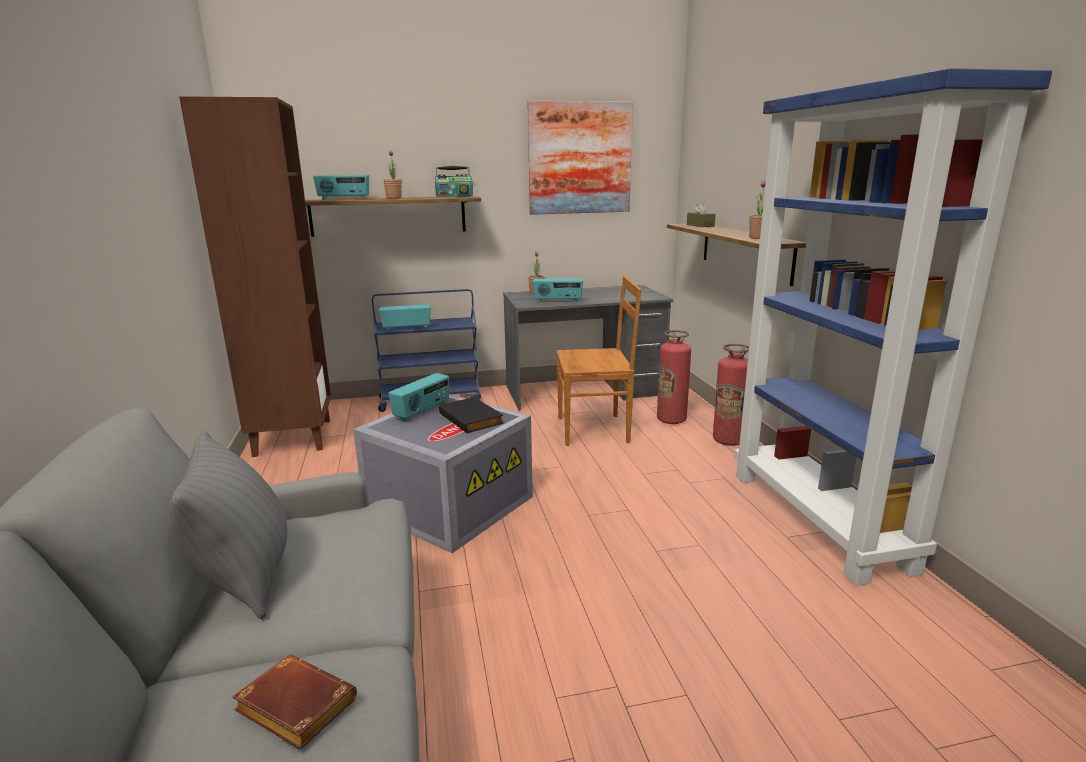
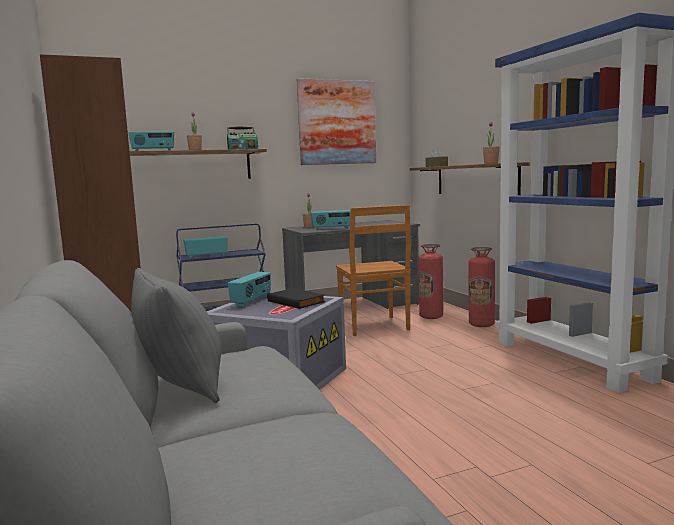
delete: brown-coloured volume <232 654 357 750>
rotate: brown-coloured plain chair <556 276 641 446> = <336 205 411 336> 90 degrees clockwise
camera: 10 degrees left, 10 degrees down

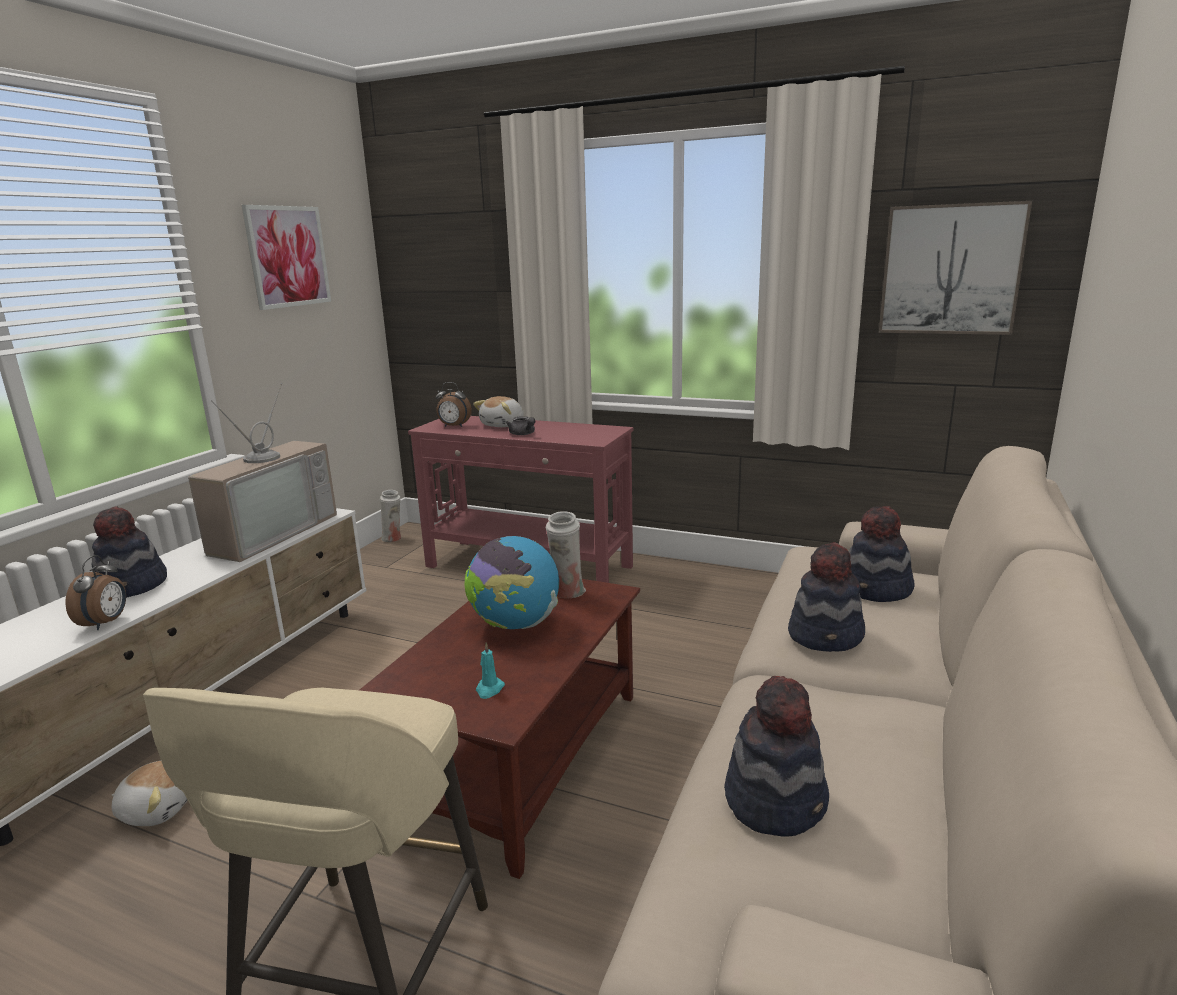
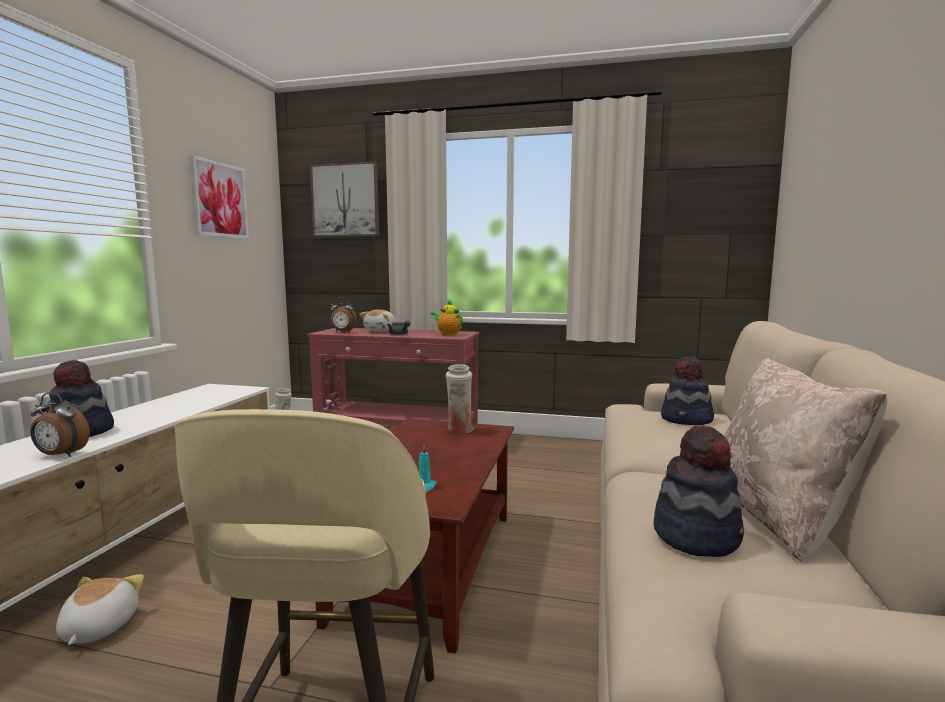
delete: TV set <188 383 337 562>; globe <465 536 559 629>; hat <788 542 865 652>
insert: teapot <431 300 463 336>; beige throw pillow <724 358 888 562>
move: wall art <879 201 1032 335> to <310 161 379 237>
rotate: table clock <65 555 126 630> = <30 393 90 457> 105 degrees clockwise; cuddly toy <112 761 188 826> = <56 574 144 645> 90 degrees counterclockwise
camera: 10 degrees left, 10 degrees down

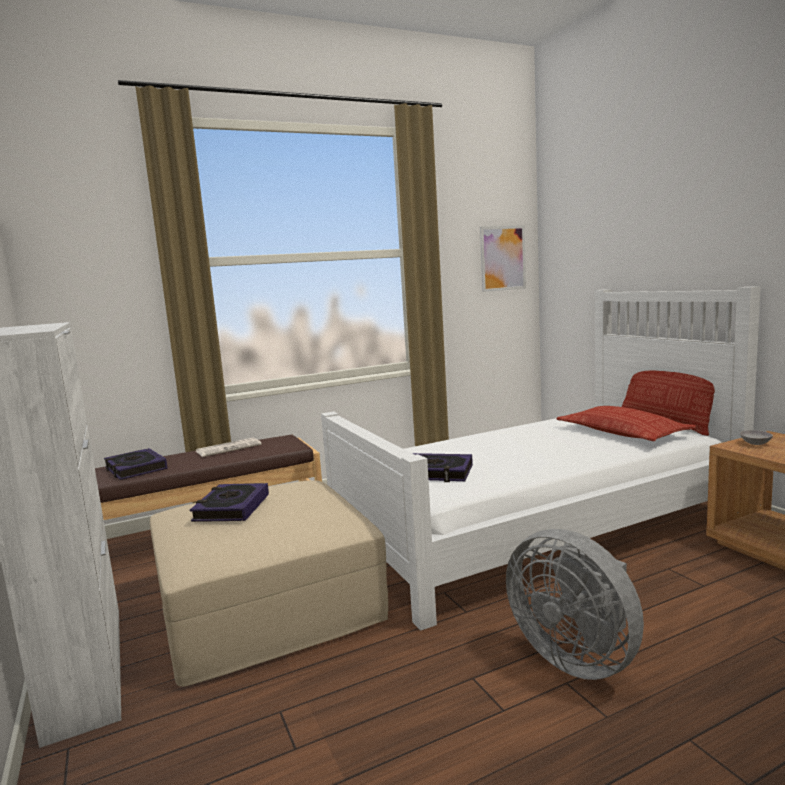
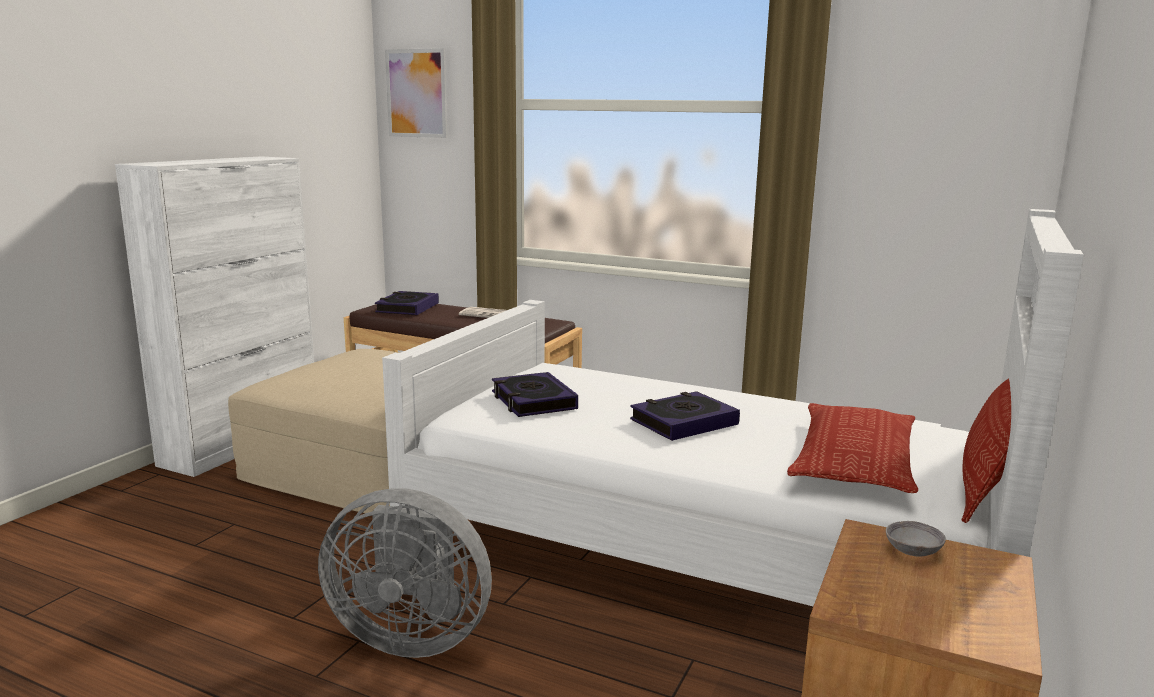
move: volume <190 483 269 522> to <630 391 740 441>; wall art <480 225 526 292> to <385 48 447 138>
rotate: greyish fan <506 529 644 680> = <318 488 492 658> 90 degrees counterclockwise
camera: 50 degrees right, 5 degrees up

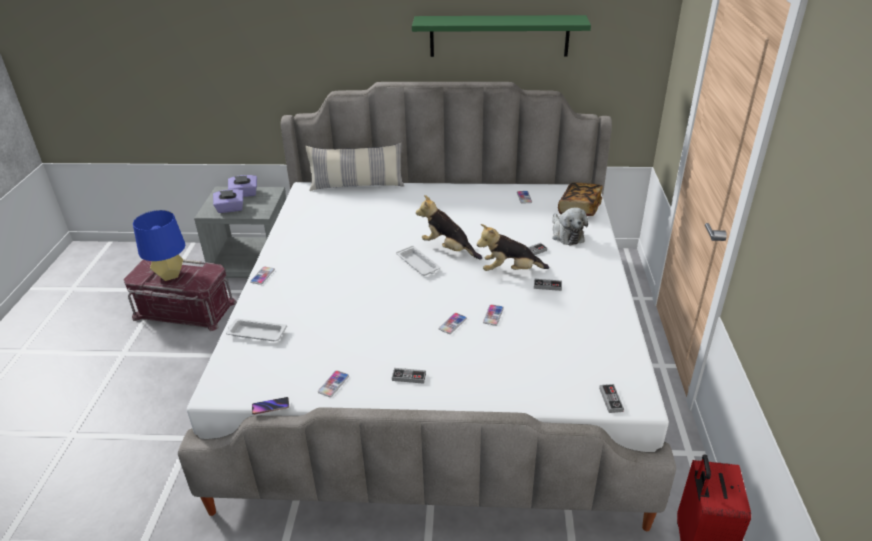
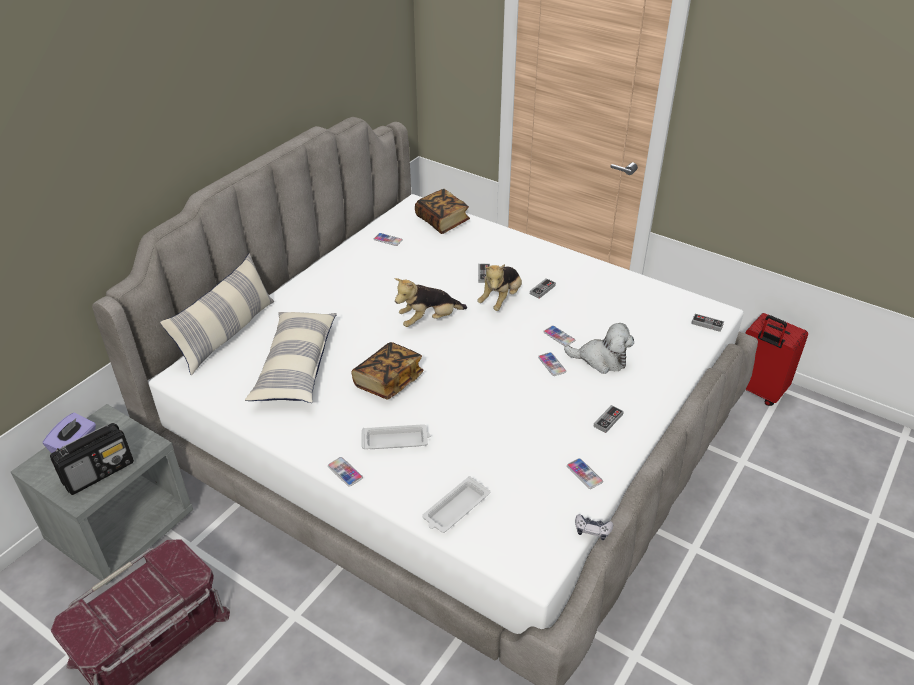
delete: blue lamp for a table <133 210 185 281>; green bracket shelf <412 15 591 57>
insert: throw pillow <245 312 337 403>; volume <351 342 423 399>
move: white-coloured serving tray <396 245 440 276> to <362 424 431 449>; cuddly toy <552 207 588 246> to <564 323 634 374>
replace: purple tissue box <213 189 243 213> to radio receiver <50 423 134 495>; telephone <252 397 289 415> to joypad <575 514 613 540>
camera: 60 degrees left, 5 degrees up

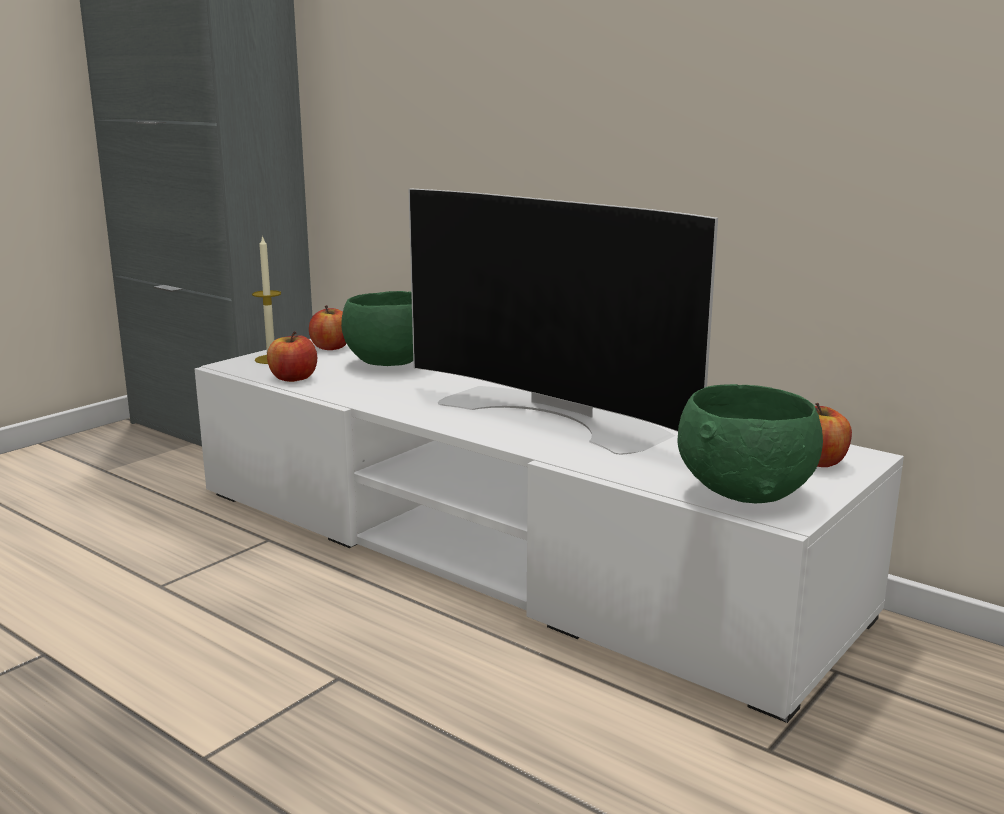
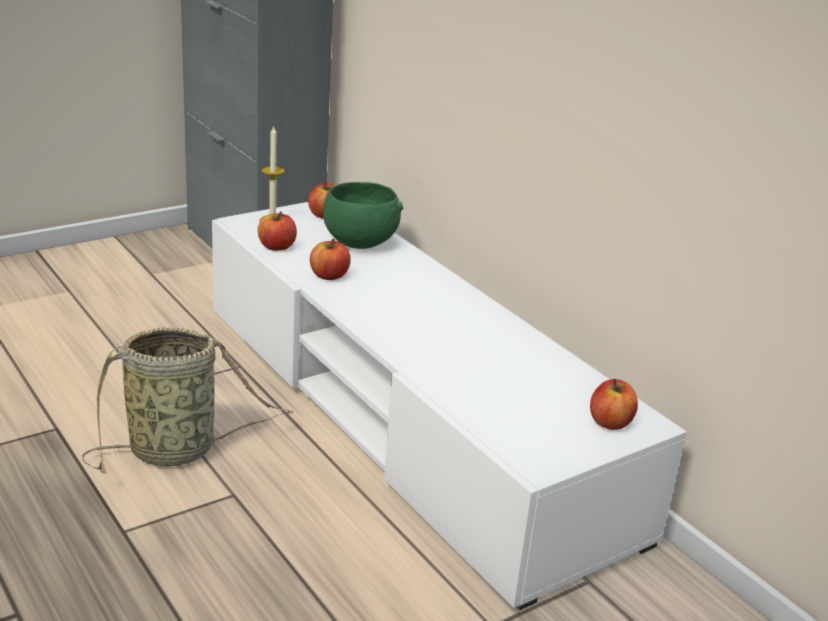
delete: TV set <409 188 718 455>; green serving bowl <677 384 823 503>
insert: household basket <82 327 294 474>; apple fruit <310 239 351 280>
camera: 15 degrees right, 10 degrees up

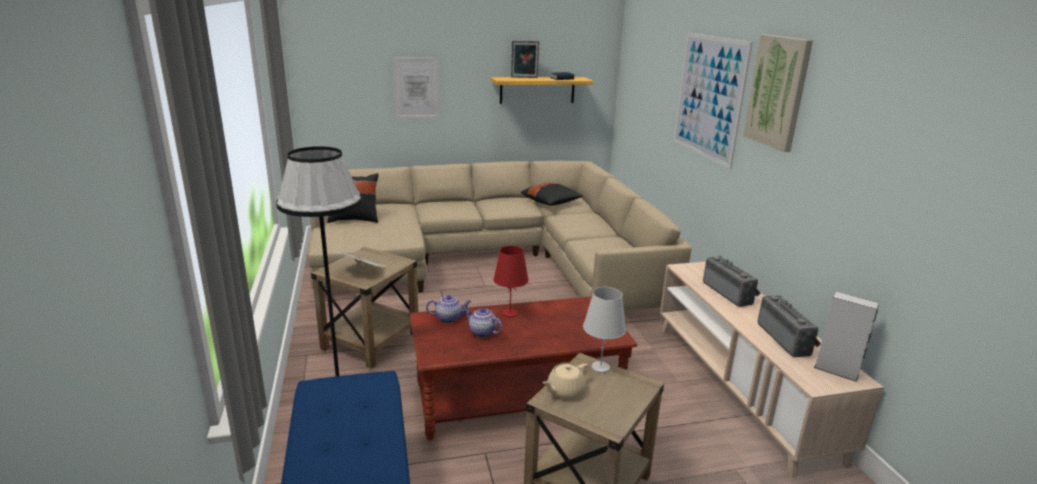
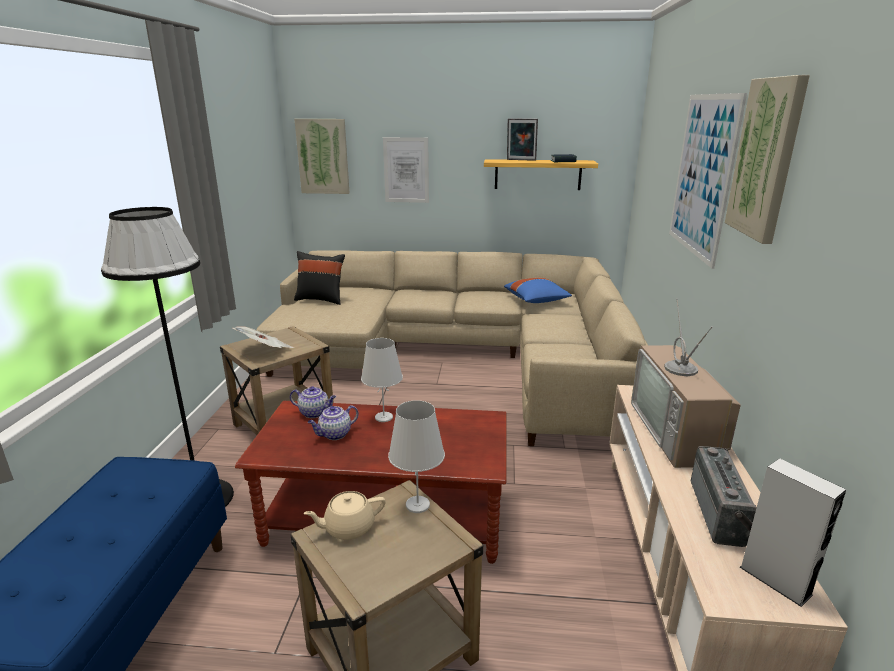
insert: wall art <294 119 349 194>
replace: radio receiver <703 256 761 307> to TV set <631 298 741 468>
recolor: red lamp for a table <493 246 529 317> to white-coloured lamp for a table <361 338 403 422>; black throw pillow <521 182 583 206> to blue throw pillow <504 278 572 303>
rotate: teapot <465 308 502 338> = <308 405 359 440> 90 degrees counterclockwise
camera: 20 degrees right, 0 degrees up

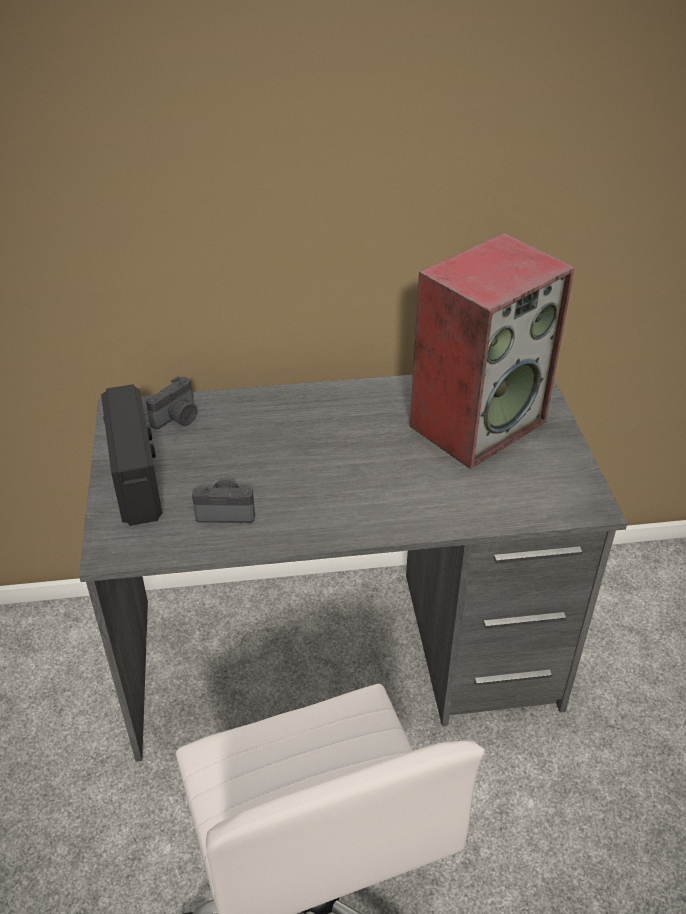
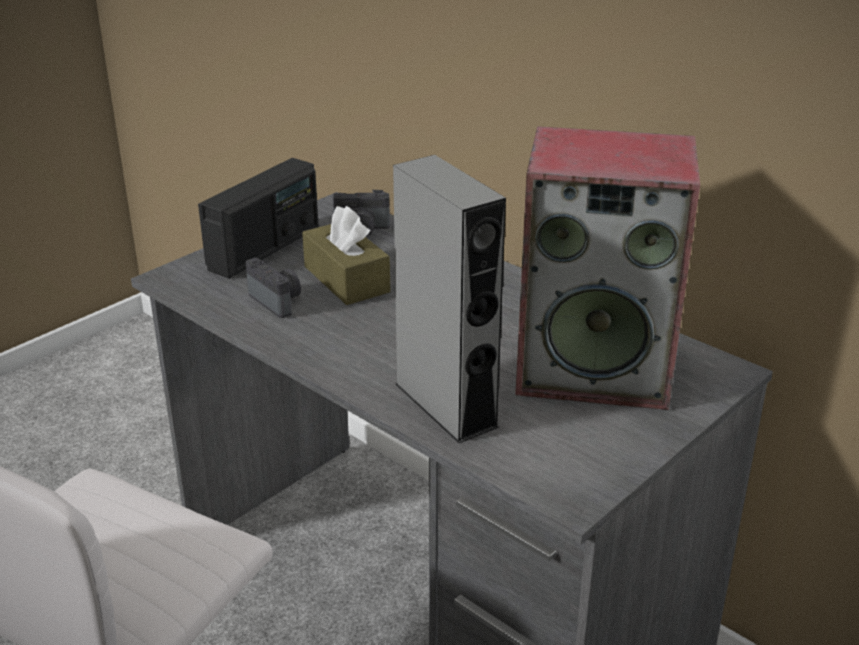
insert: brown-coloured tissue box <302 206 390 305>; greyish loudspeaker <393 155 506 443>
camera: 50 degrees right, 10 degrees down

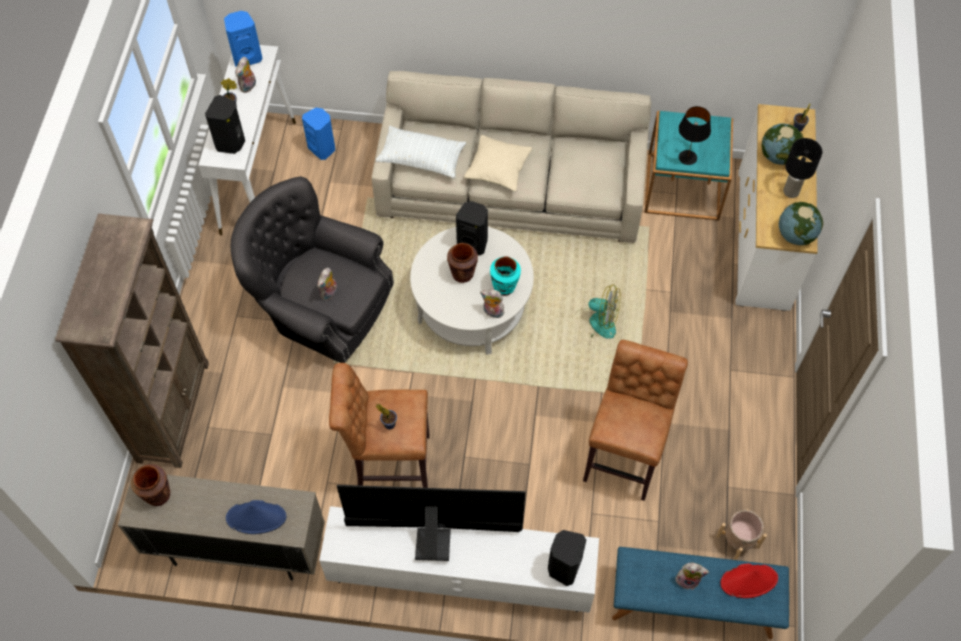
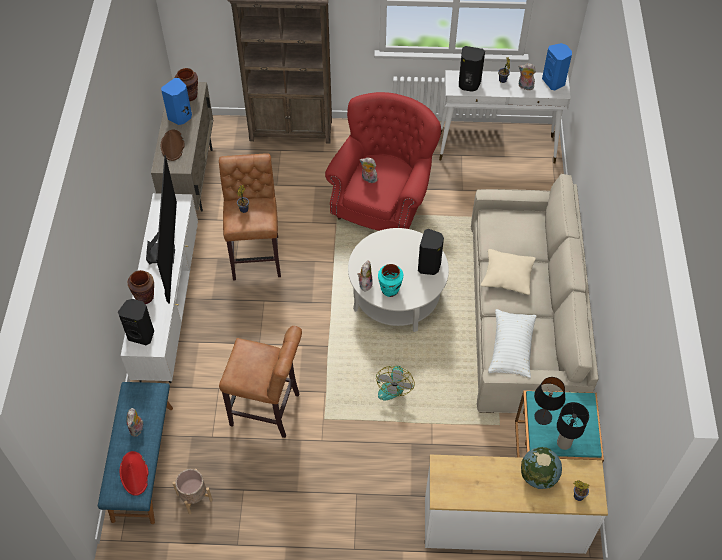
delete: globe <779 202 823 245>
move: blue loudspeaker <302 108 335 160> to <161 78 192 125>; white-coloured throw pillow <376 126 466 179> to <488 309 536 378>; brown-coloured decorative vase <447 243 478 283> to <128 270 154 304>; black lamp for a table <783 138 822 198> to <557 402 589 450>
recolor: blue hat <226 500 286 534> to brown-coloured hat <161 130 184 161>; greyish easy chair <231 176 394 363> to red easy chair <325 92 441 231>
camera: 85 degrees right, 5 degrees down

